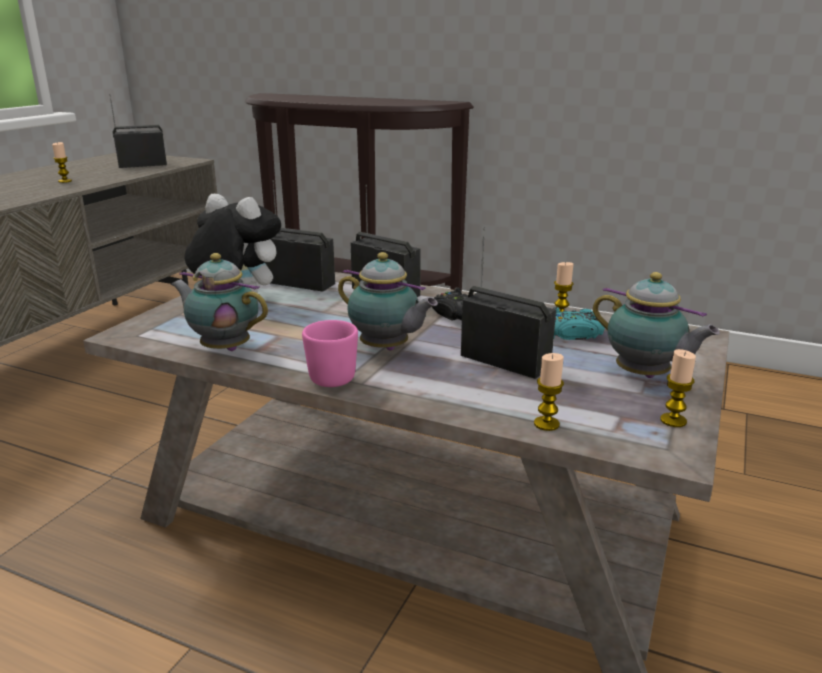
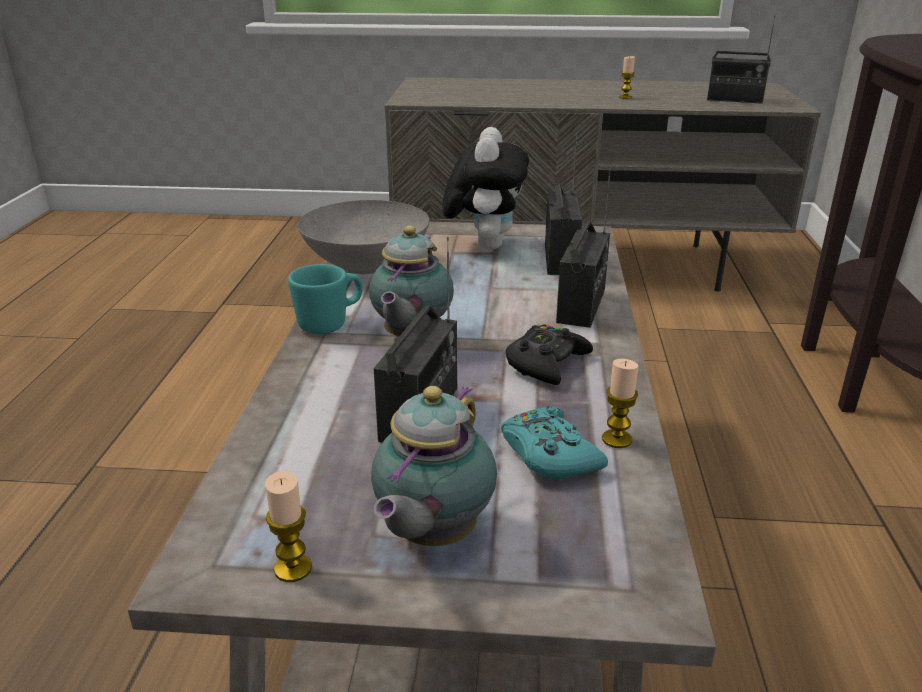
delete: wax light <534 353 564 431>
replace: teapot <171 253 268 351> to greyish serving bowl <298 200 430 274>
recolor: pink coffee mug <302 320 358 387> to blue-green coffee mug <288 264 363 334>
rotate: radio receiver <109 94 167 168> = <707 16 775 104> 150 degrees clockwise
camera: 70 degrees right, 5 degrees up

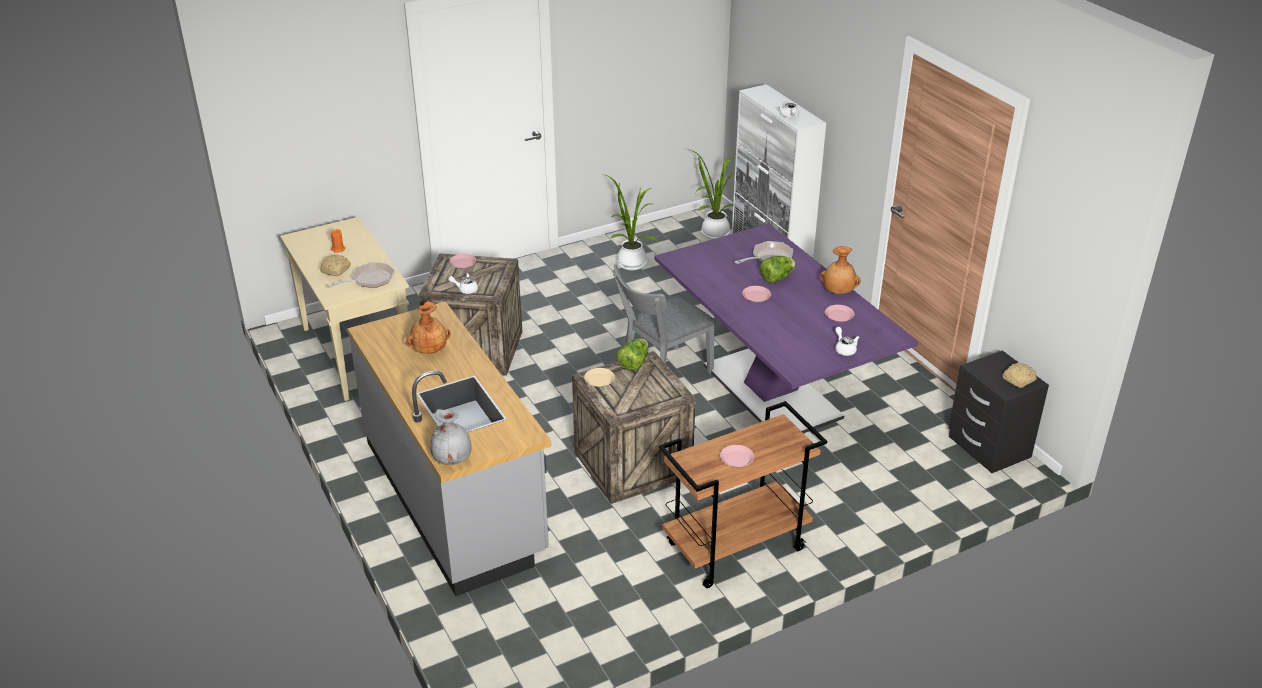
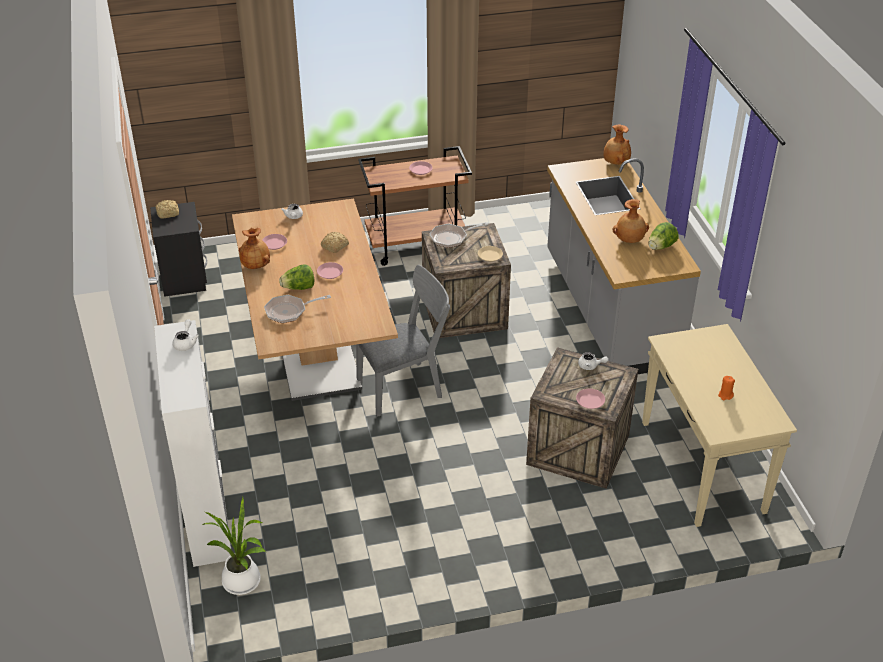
delete: houseplant <604 174 658 271>
move: bread <320 255 351 276> to <321 232 349 253>; skillet <327 262 395 288> to <430 222 488 248>; lettuce head <616 339 648 371> to <648 222 679 250>
recolor: greyish decorative vase <430 409 471 465> to brown-coloured decorative vase <603 125 631 165>; purple dining table <654 224 918 433> to brown-coloured dining table <232 199 398 401>
camera: 165 degrees left, 5 degrees up

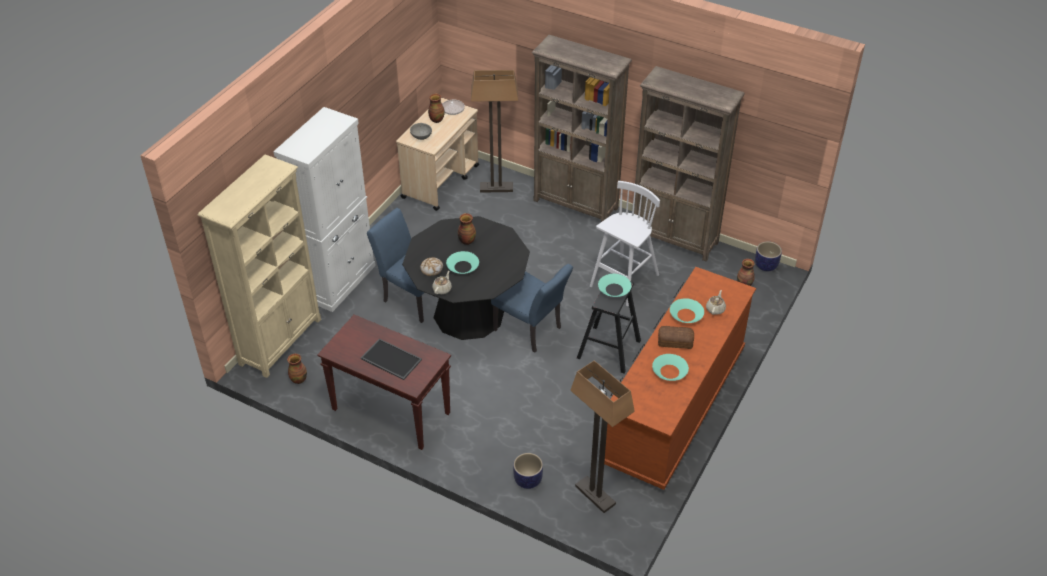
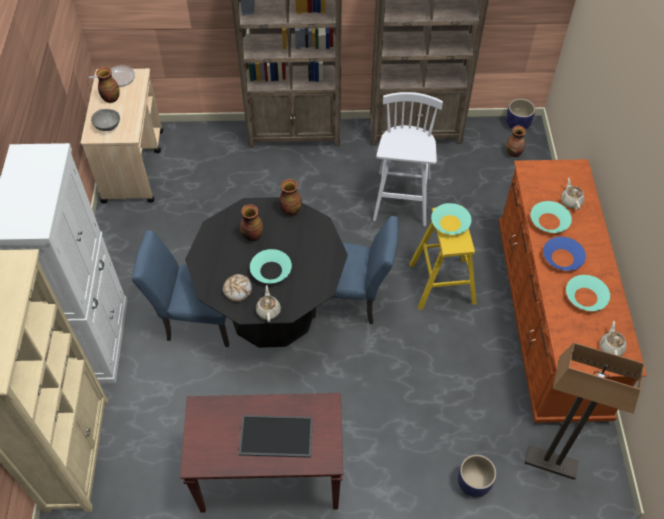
delete: standard lamp <471 70 518 193>
insert: beige teapot <599 321 627 356>
move: decorative vase <287 354 307 384> to <279 179 302 216>
replace: bread <658 326 694 349> to blue serving bowl <543 237 586 271>
recolor: black stool seat <577 281 641 373> to yellowish stool seat <409 205 477 310>
camera: 30 degrees left, 10 degrees up

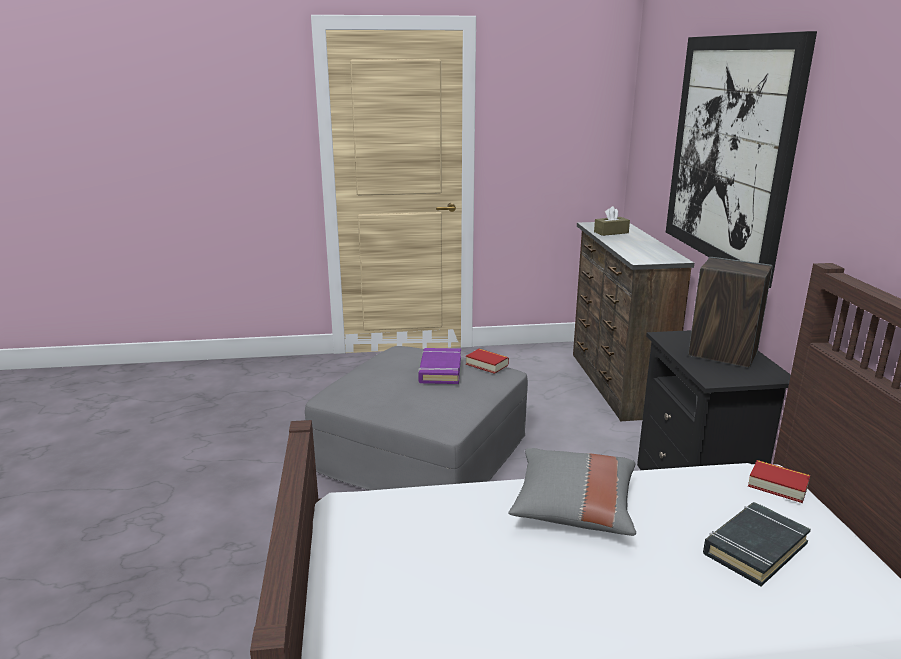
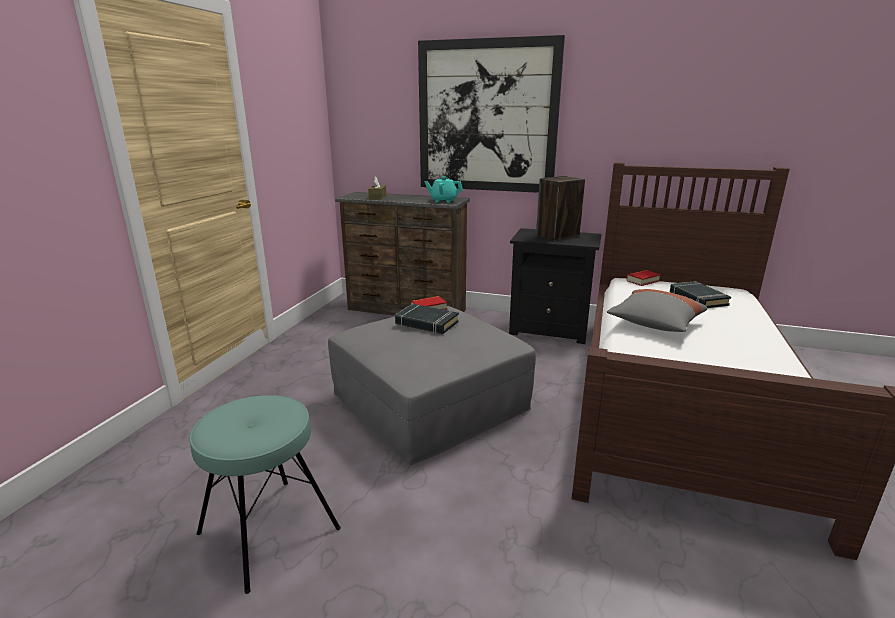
insert: blue-green stool seat <190 395 341 594>; blue-green teapot <424 176 463 203>
recolor: purple volume <418 348 461 384> to black volume <395 304 459 334>
camera: 65 degrees left, 0 degrees up

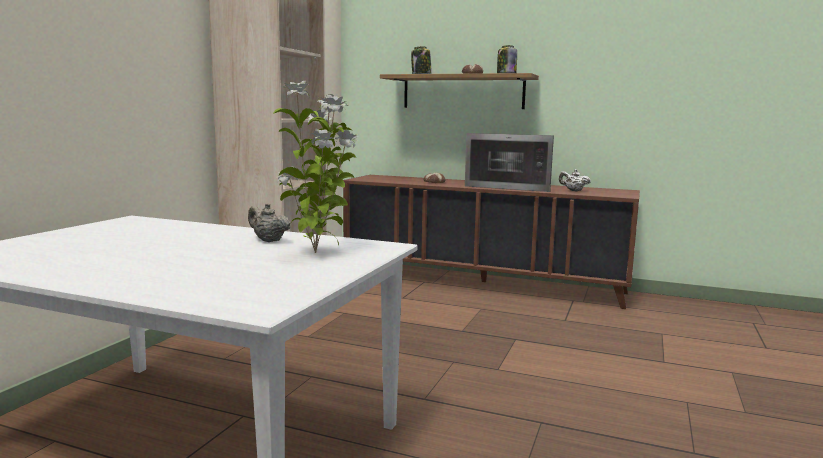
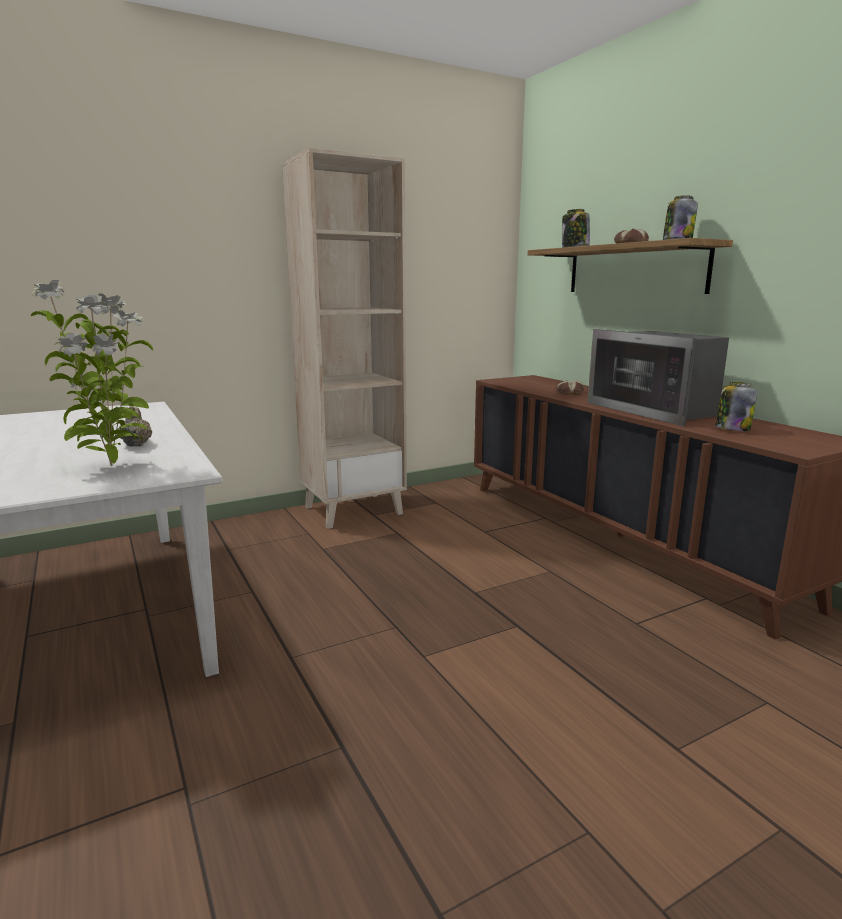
replace: white-coloured teapot <559 169 591 191> to jar <715 382 757 431>
camera: 40 degrees right, 5 degrees up

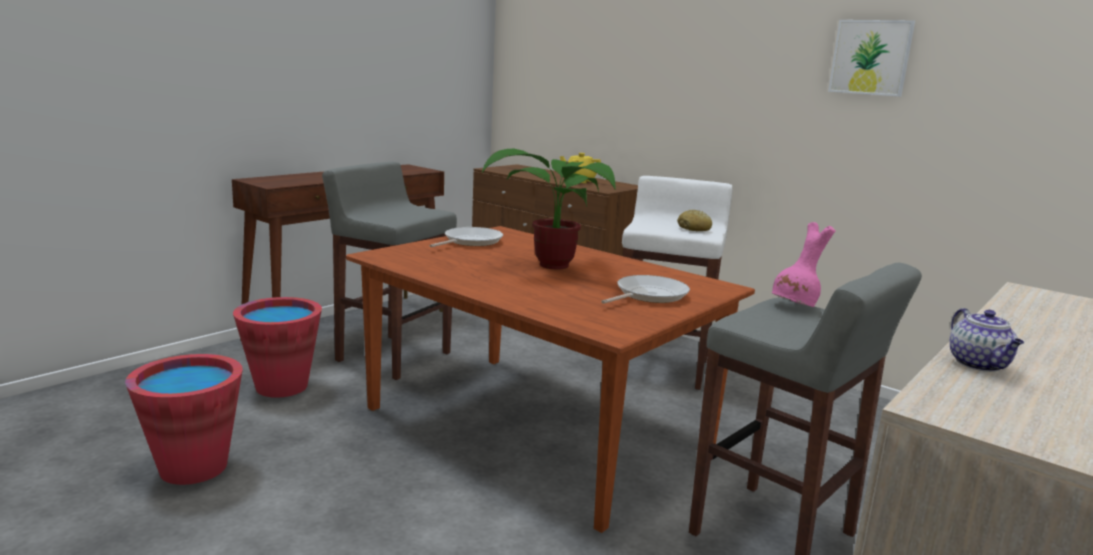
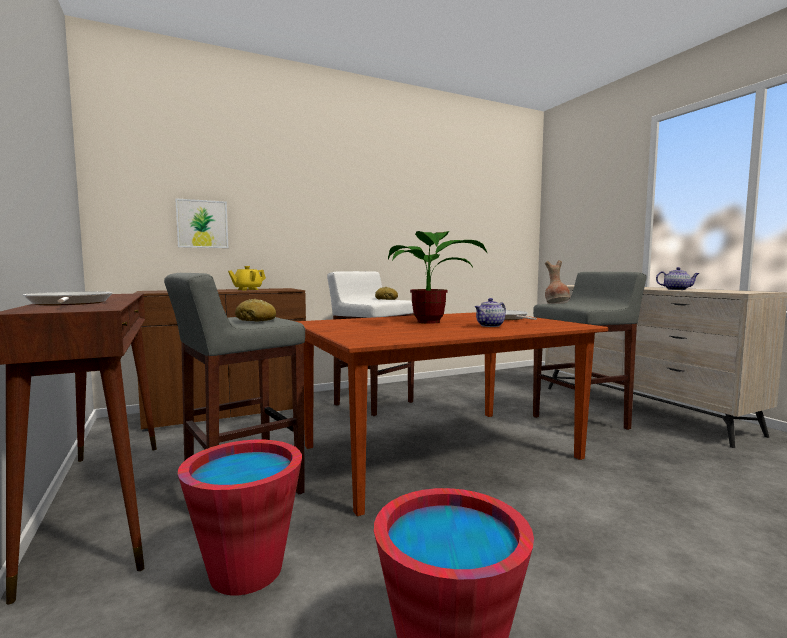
insert: bread <235 299 276 321>; teapot <475 298 506 327>
move: skillet <430 227 503 247> to <23 291 112 305>; wall art <828 20 915 97> to <175 198 228 248>
recolor: pink decorative vase <772 222 836 307> to brown-coloured decorative vase <545 260 570 303>
camera: 65 degrees left, 10 degrees down

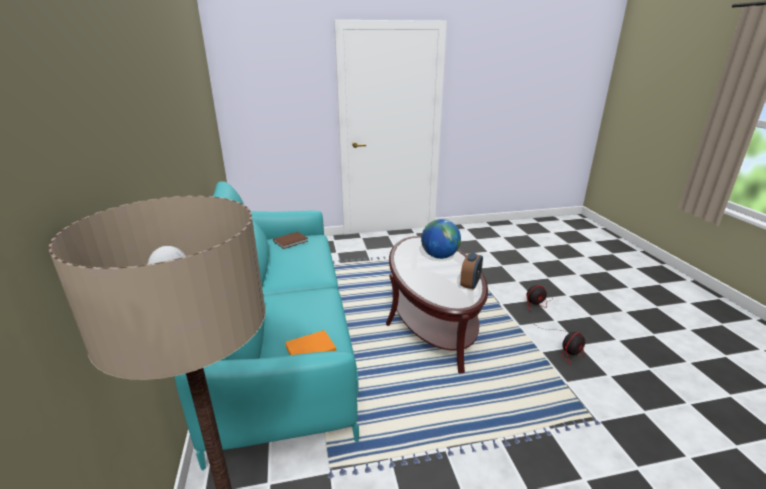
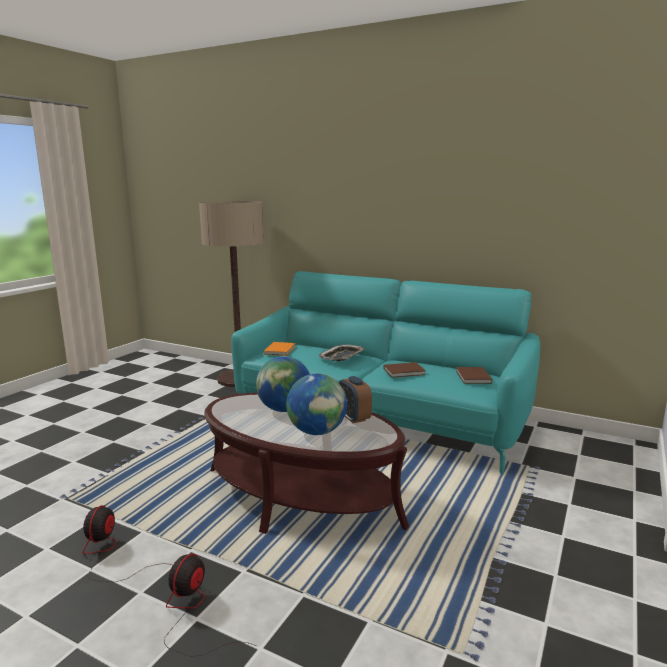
insert: globe <256 356 310 412>; serving tray <319 345 365 361>; brown-coloured volume <384 362 426 378>
move: table clock <460 253 483 290> to <339 376 372 423>
camera: 130 degrees right, 10 degrees down

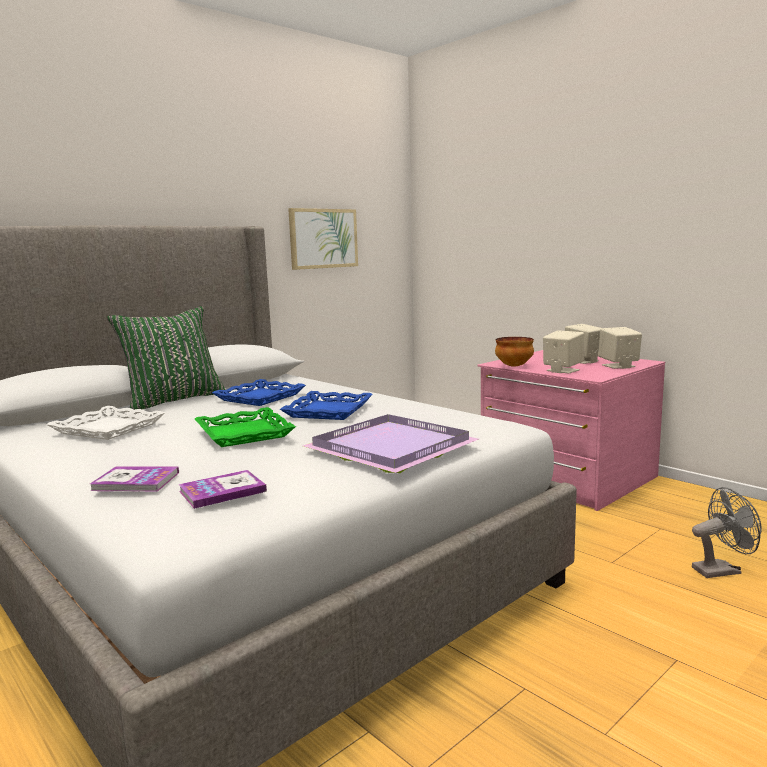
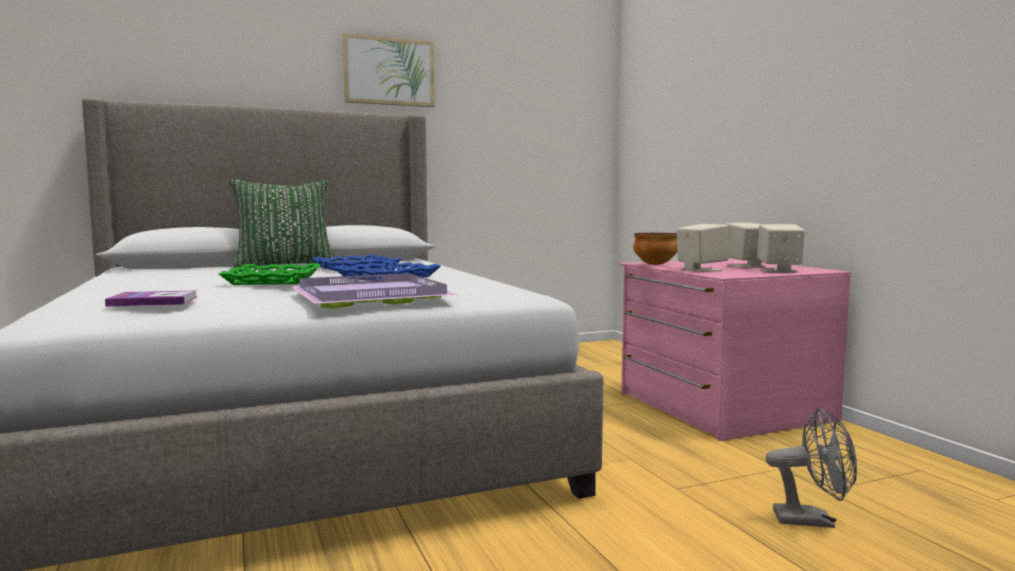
delete: white-coloured serving tray <46 406 165 440>; volume <90 467 179 491>
move: wall art <288 208 358 270> to <343 33 435 107>
camera: 20 degrees right, 5 degrees down

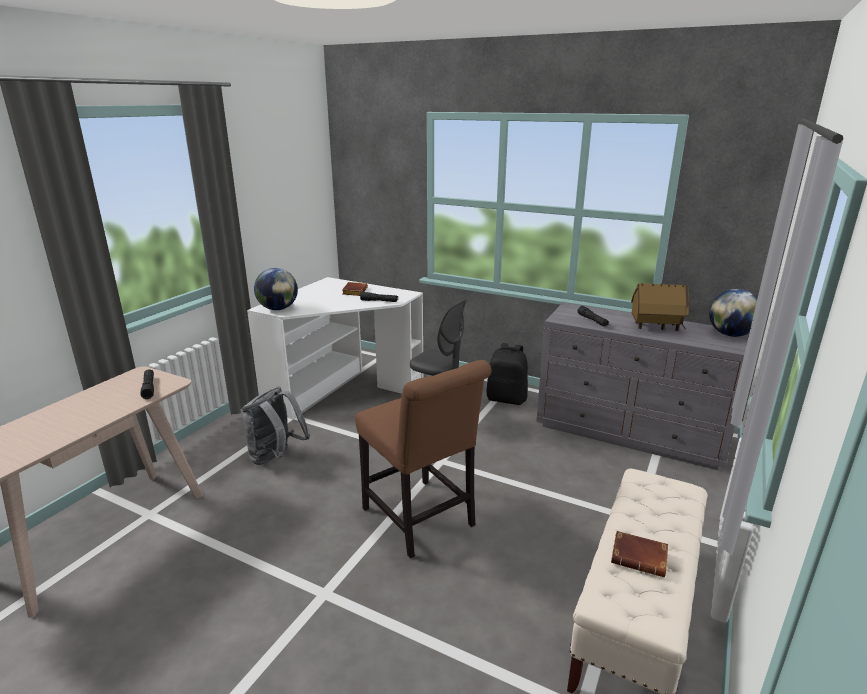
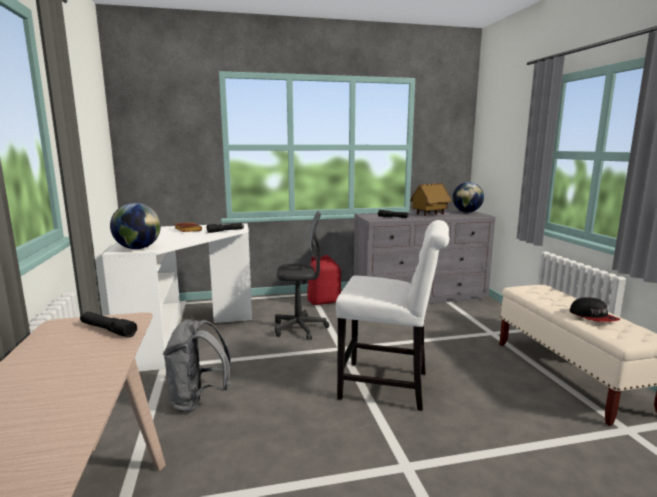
replace: brown-coloured volume <611 531 668 578> to cap <570 297 620 322>
recolor: brown-coloured plain chair <355 360 491 558> to white-coloured plain chair <336 220 449 411>; black rucksack <487 343 528 405> to red rucksack <307 255 341 305>
camera: 40 degrees left, 10 degrees down

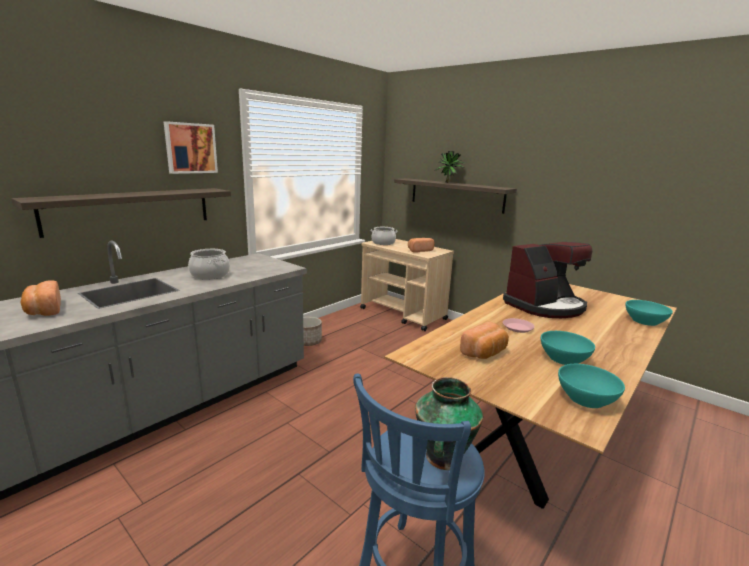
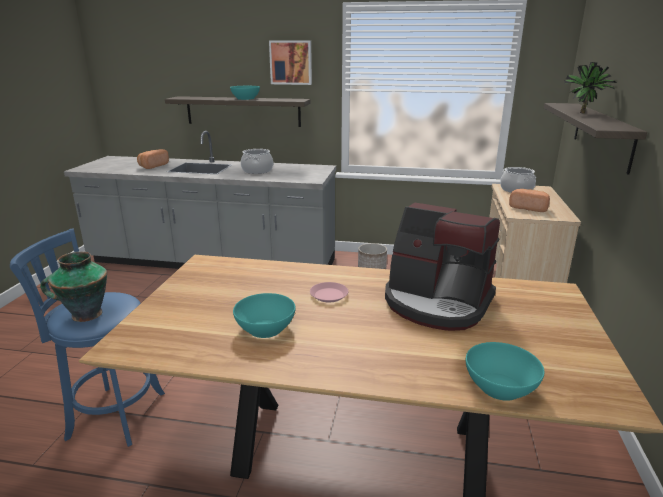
delete: bread <460 322 509 359>
move: blue-green serving bowl <558 364 625 408> to <230 86 260 100>
camera: 60 degrees right, 5 degrees up

